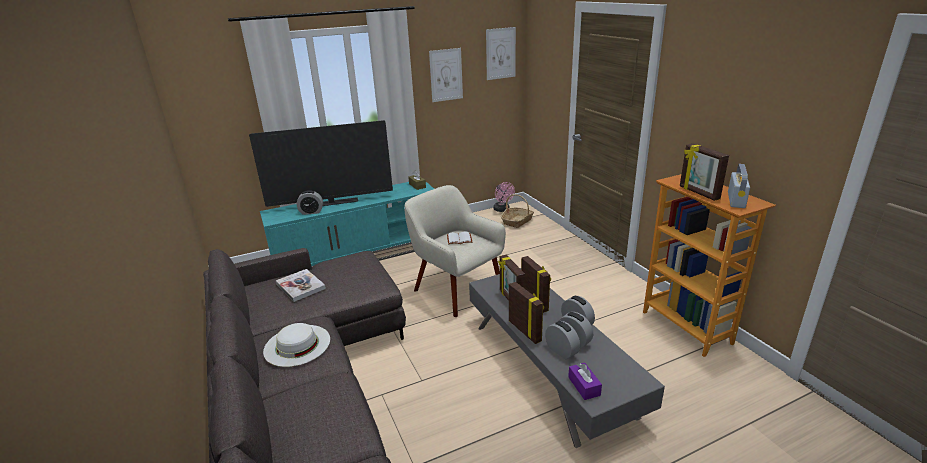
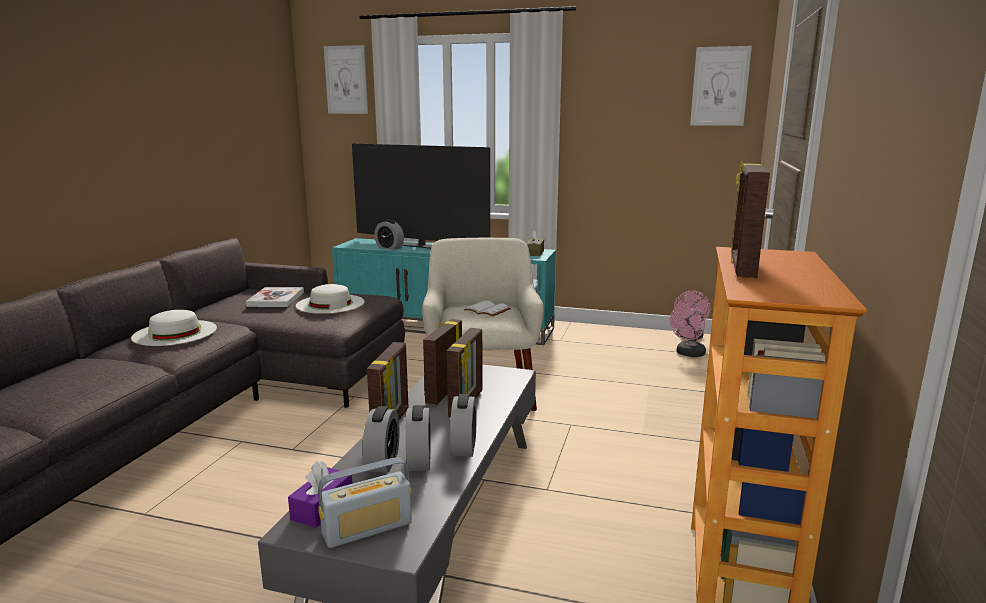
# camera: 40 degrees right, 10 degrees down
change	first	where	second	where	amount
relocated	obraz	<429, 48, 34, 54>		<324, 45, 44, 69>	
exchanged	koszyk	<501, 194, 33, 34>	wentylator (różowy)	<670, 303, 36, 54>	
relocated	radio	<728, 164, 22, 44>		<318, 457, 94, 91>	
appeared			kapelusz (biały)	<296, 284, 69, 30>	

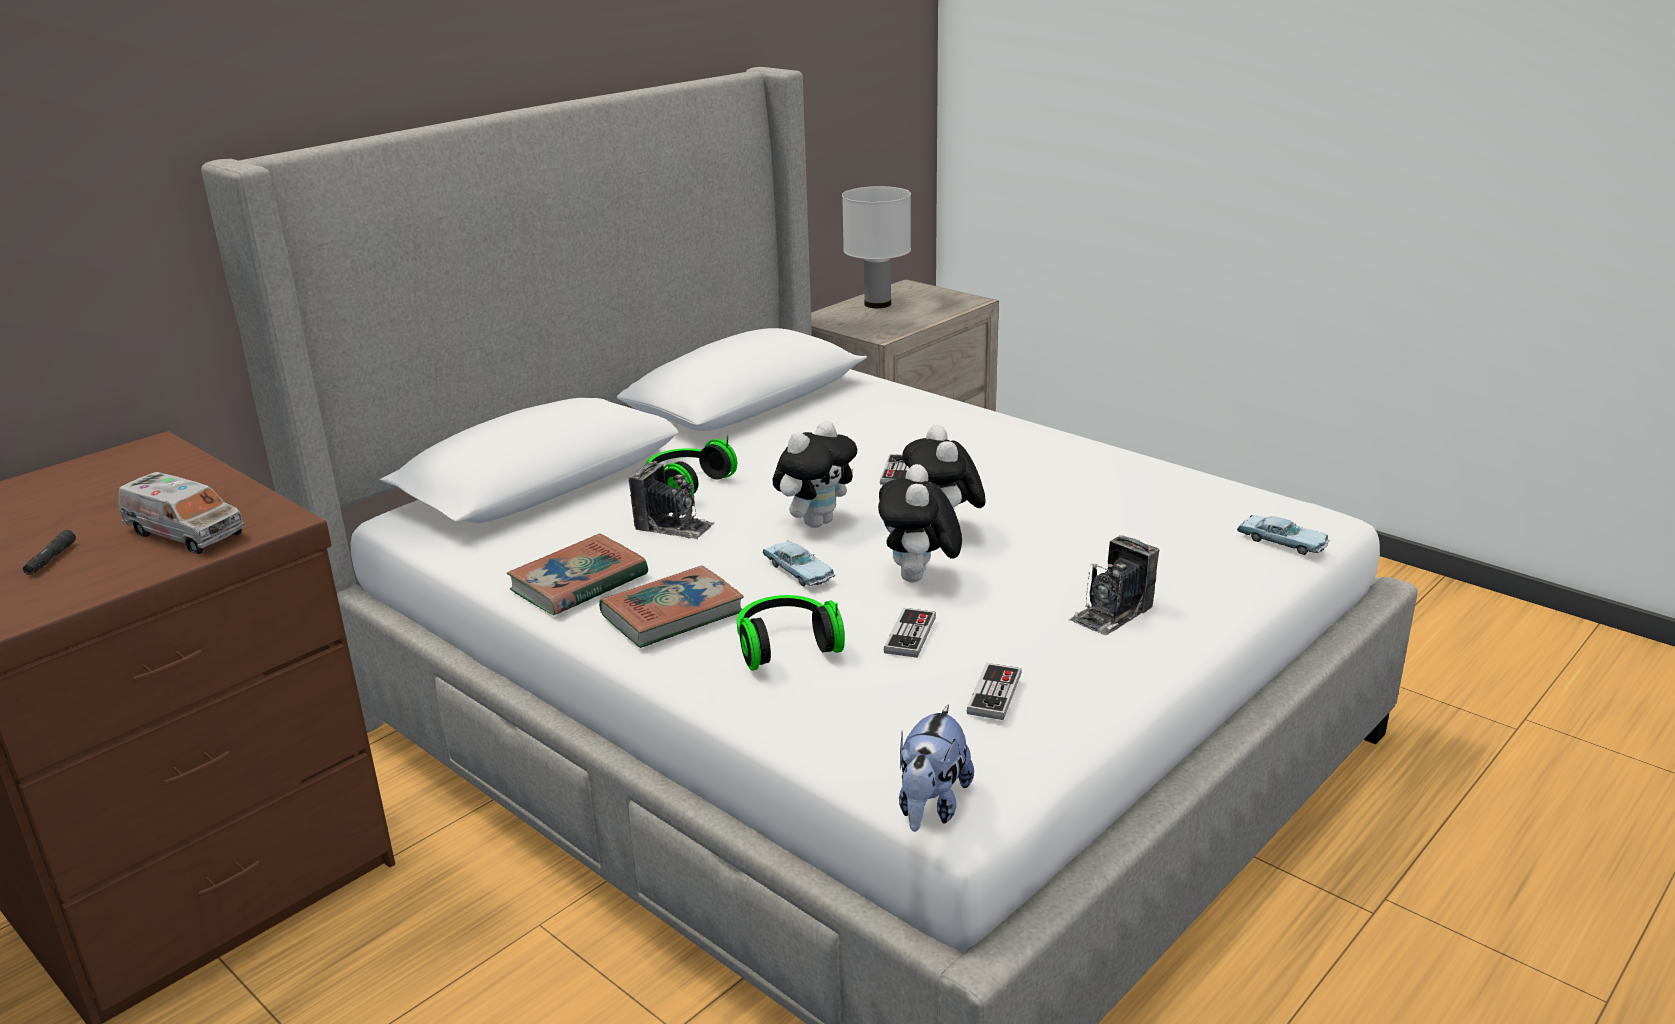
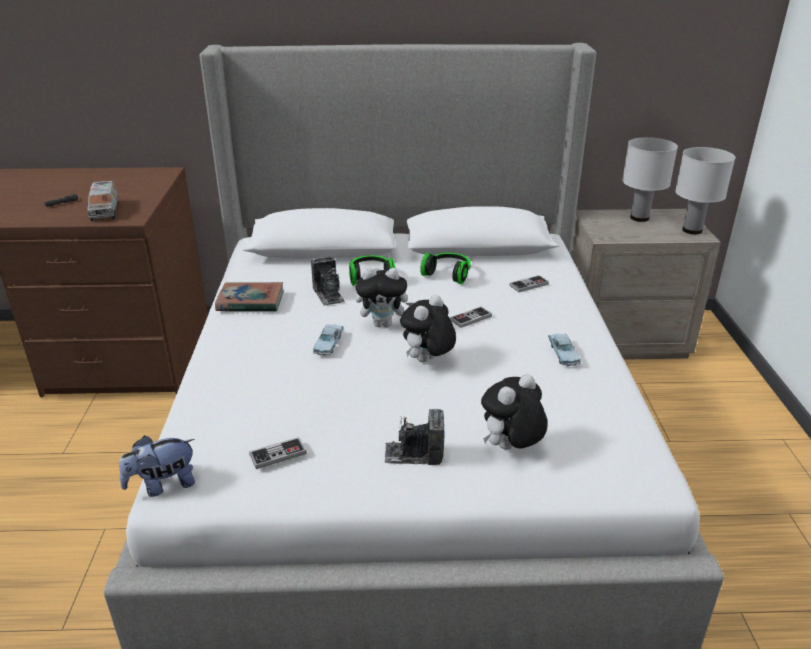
# camera: 45 degrees right, 5 degrees up
change	first	where	second	where	amount
missing	książka	<599, 566, 145, 82>			
relocated	słuchawki	<737, 595, 108, 76>		<420, 253, 51, 31>	
relocated	pluszak	<878, 464, 84, 118>		<481, 374, 66, 76>	
relocated	pad do gier	<884, 608, 52, 50>		<509, 275, 40, 17>	
relocated	samochodzik (niebieski)	<1237, 515, 93, 40>		<548, 334, 33, 32>	
appeared			lampa stołowa (biały)	<675, 147, 61, 87>	

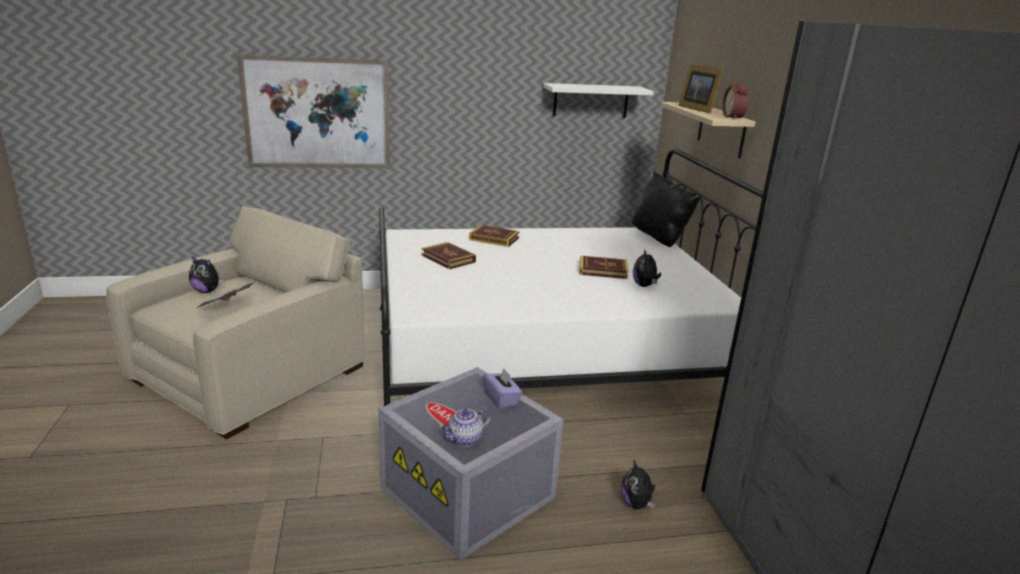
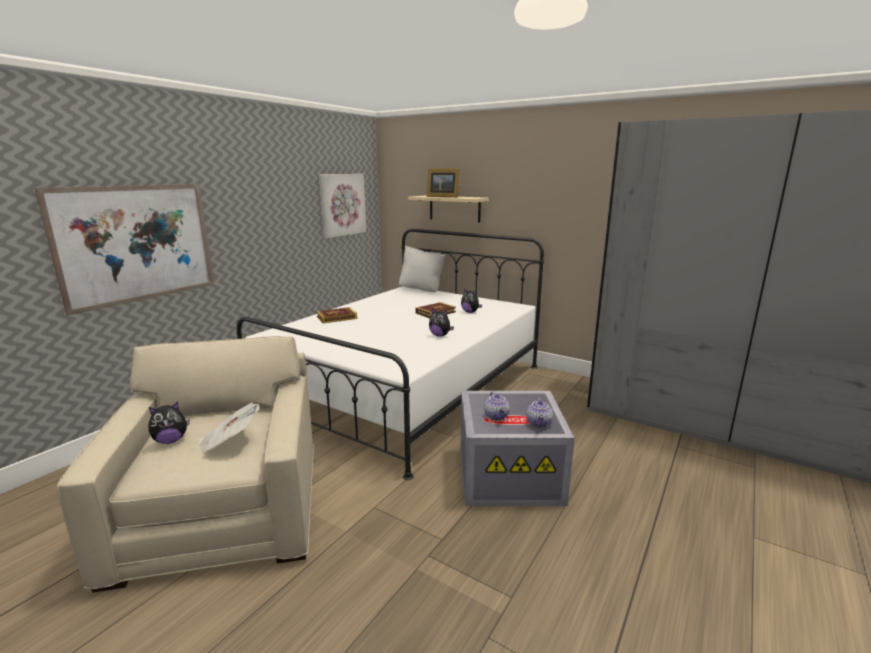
# camera: 45 degrees left, 5 degrees down
change	first	where	second	where	amount
missing	książka	<421, 242, 55, 27>			
missing	pudełko chusteczek (fioletowy)	<483, 368, 39, 41>			
exchanged	półka (biały)	<543, 83, 111, 35>	obraz	<319, 174, 47, 64>	
relocated	pluszak	<621, 460, 34, 49>		<429, 308, 25, 29>	
colour	poduszka (czarny)	<632, 171, 68, 76>	poduszka (biały)	<399, 246, 47, 46>	
missing	budzik	<723, 82, 26, 37>			
appeared			imbryk	<484, 391, 26, 30>	

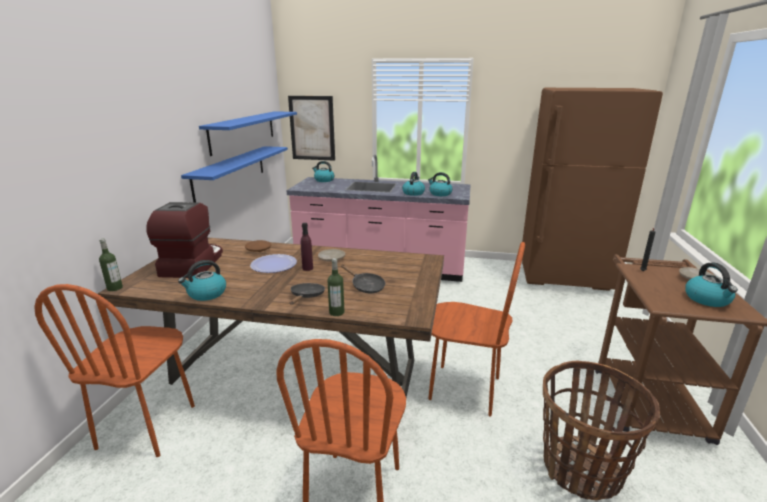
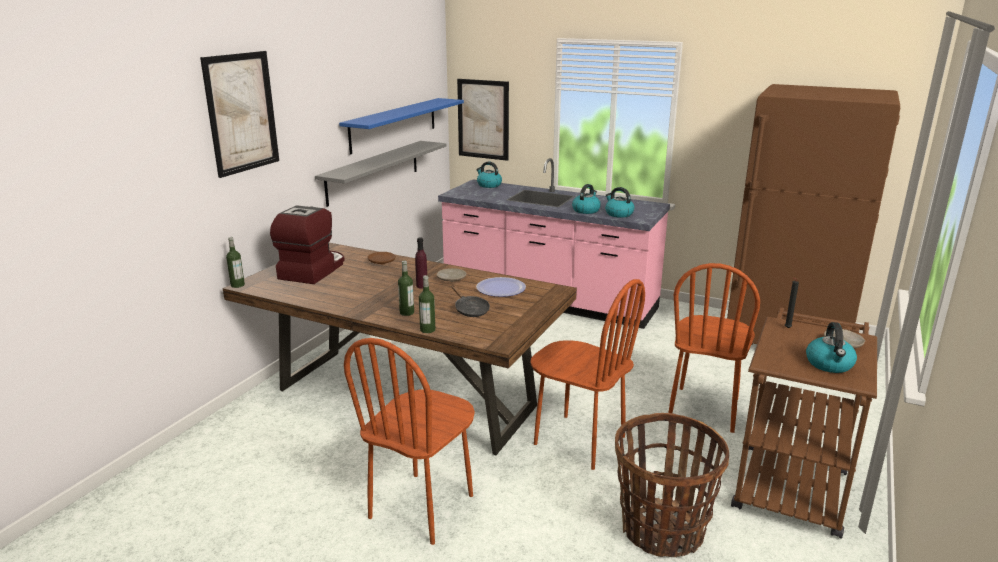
# camera: 15 degrees right, 0 degrees up
change	first	where	second	where	amount
relocated	krzesło (brązowy)	<34, 284, 161, 173>		<668, 263, 92, 170>	
missing	czajnik	<178, 260, 48, 41>			
colour	półka (niebieski)	<181, 146, 107, 57>	półka (szary)	<315, 141, 132, 66>	
relocated	talerz	<250, 254, 47, 19>		<476, 277, 50, 20>	
exchanged	patelnia (czarny)	<290, 283, 35, 22>	butelka	<398, 261, 16, 55>	
appeared			obraz	<200, 51, 79, 127>	

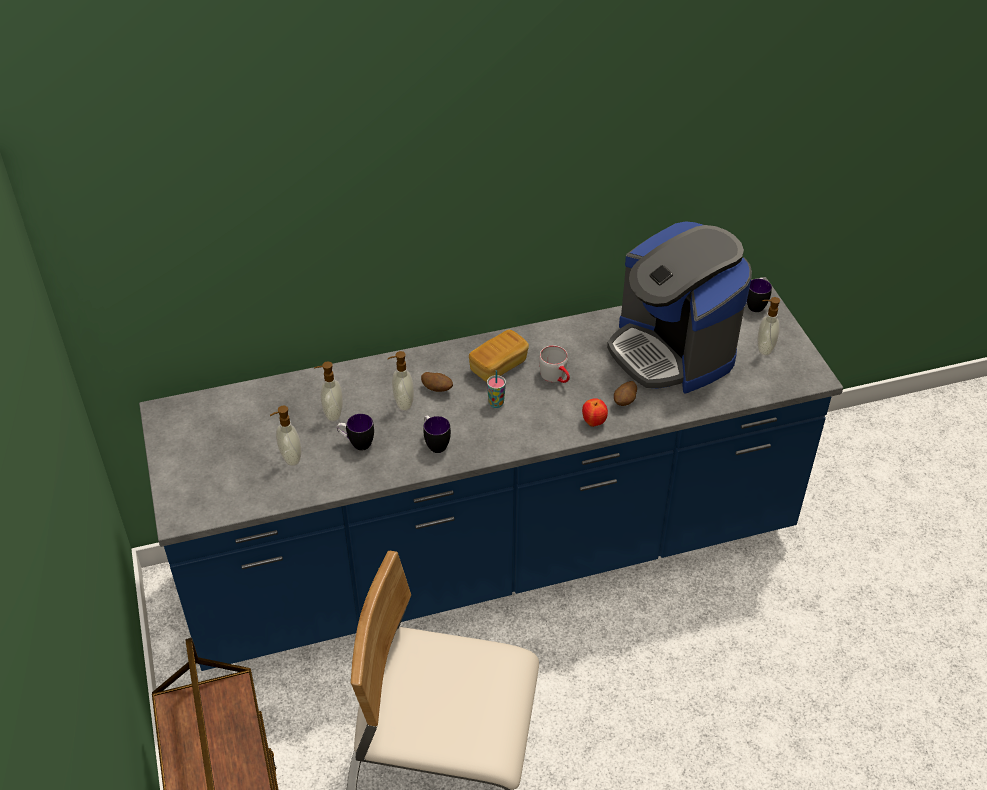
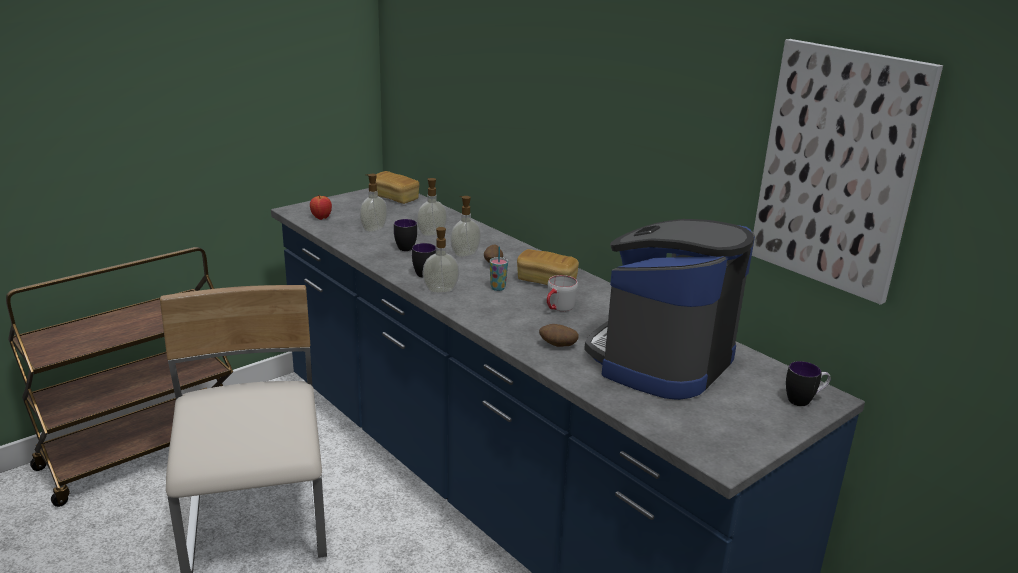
# camera: 65 degrees right, 20 degrees down
change	first	where	second	where	amount
relocated	jabłko	<582, 398, 26, 29>		<310, 196, 22, 24>	
relocated	dozownik mydła	<757, 297, 23, 59>		<422, 227, 37, 66>	
appeared			chleb	<375, 171, 44, 33>	
appeared			obraz	<752, 39, 191, 266>	

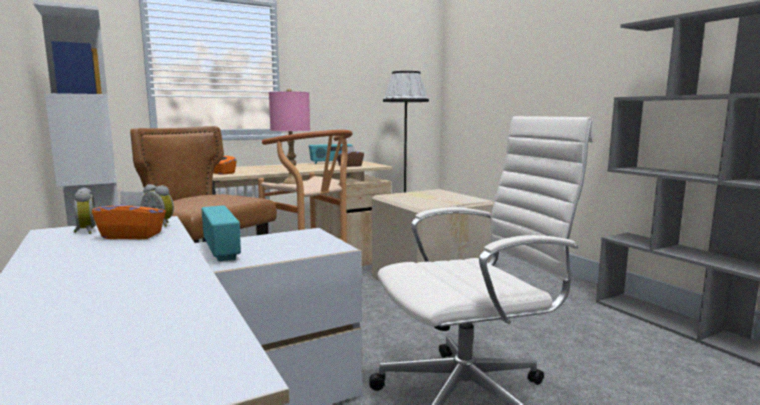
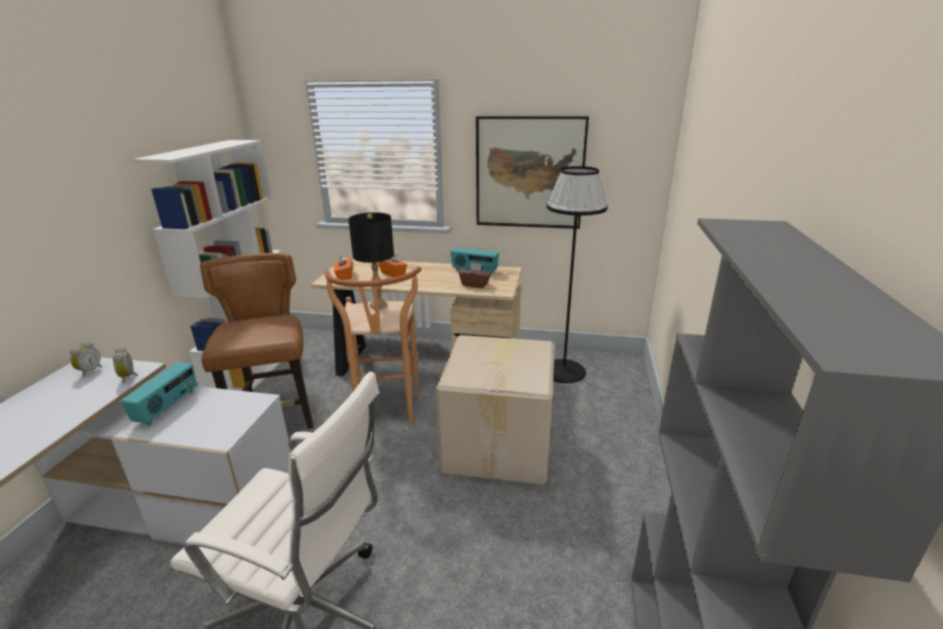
# camera: 40 degrees right, 15 degrees up
change	first	where	second	where	amount
relocated	pudełko chusteczek (pomarańczowy)	<92, 191, 74, 48>		<378, 254, 29, 23>	
colour	lampa stołowa (różowy)	<269, 89, 41, 95>	lampa stołowa (czarny)	<348, 212, 46, 97>	
appeared			obraz	<476, 116, 113, 113>	

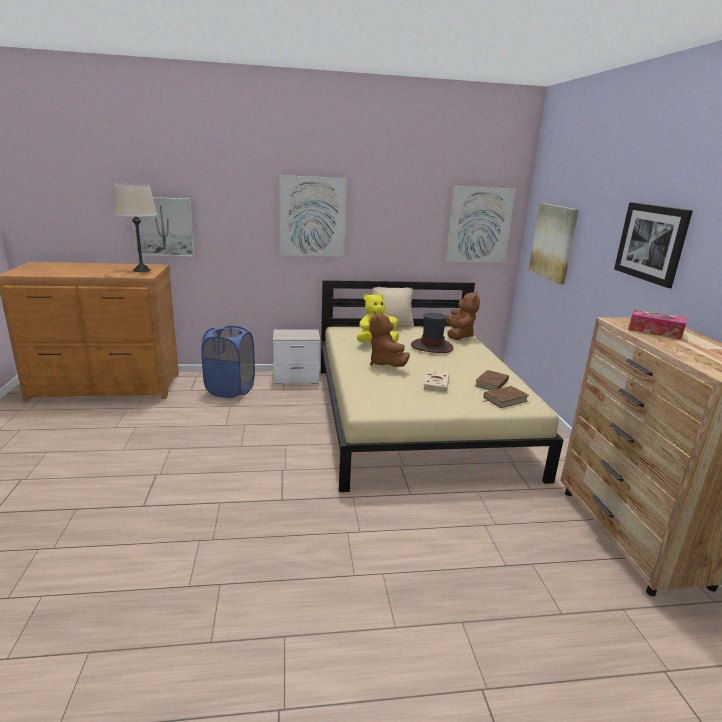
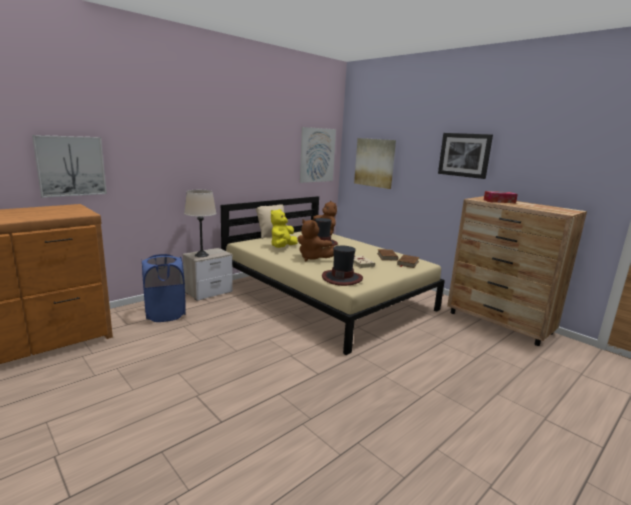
# camera: 35 degrees left, 5 degrees down
change	first	where	second	where	amount
relocated	lampa stołowa (beżowy)	<114, 184, 43, 88>		<184, 190, 33, 67>	
missing	obraz	<279, 175, 68, 82>			
appeared			kapelusz	<322, 246, 41, 40>	

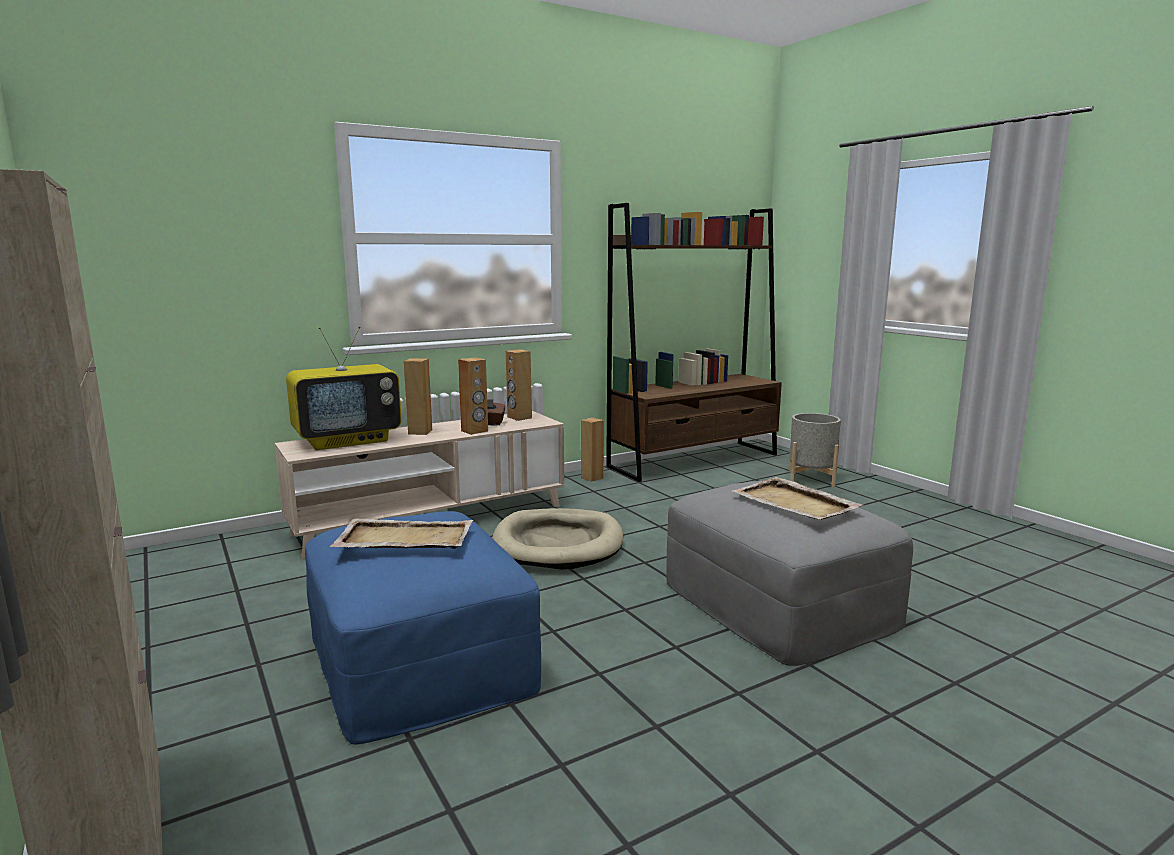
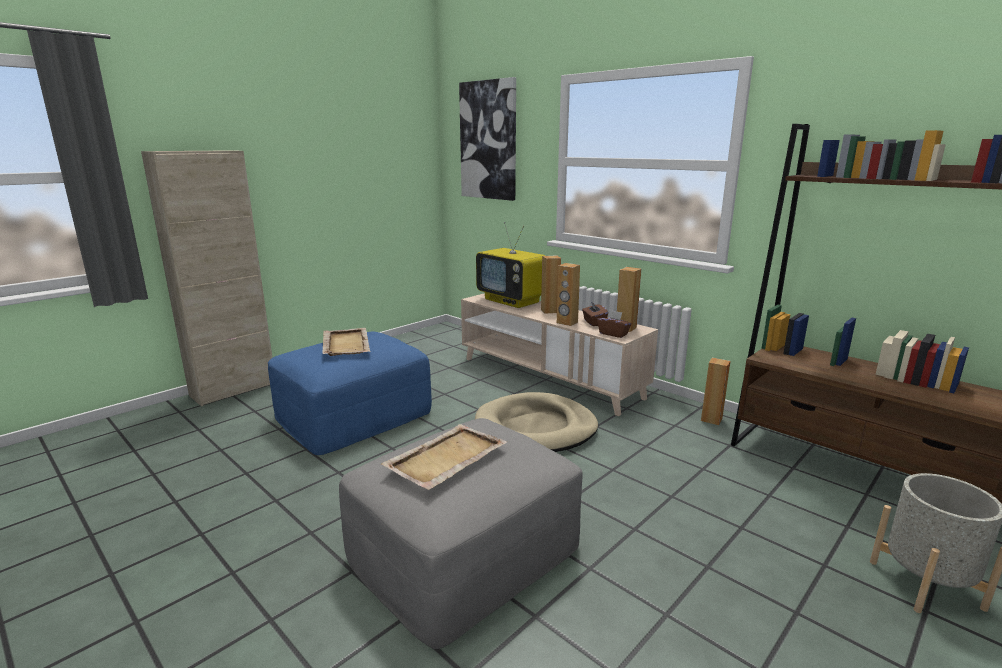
# camera: 75 degrees right, 5 degrees up
change	first	where	second	where	amount
appeared			obraz	<459, 77, 57, 124>	
appeared			pudełko chusteczek (brązowy)	<597, 310, 35, 28>	

